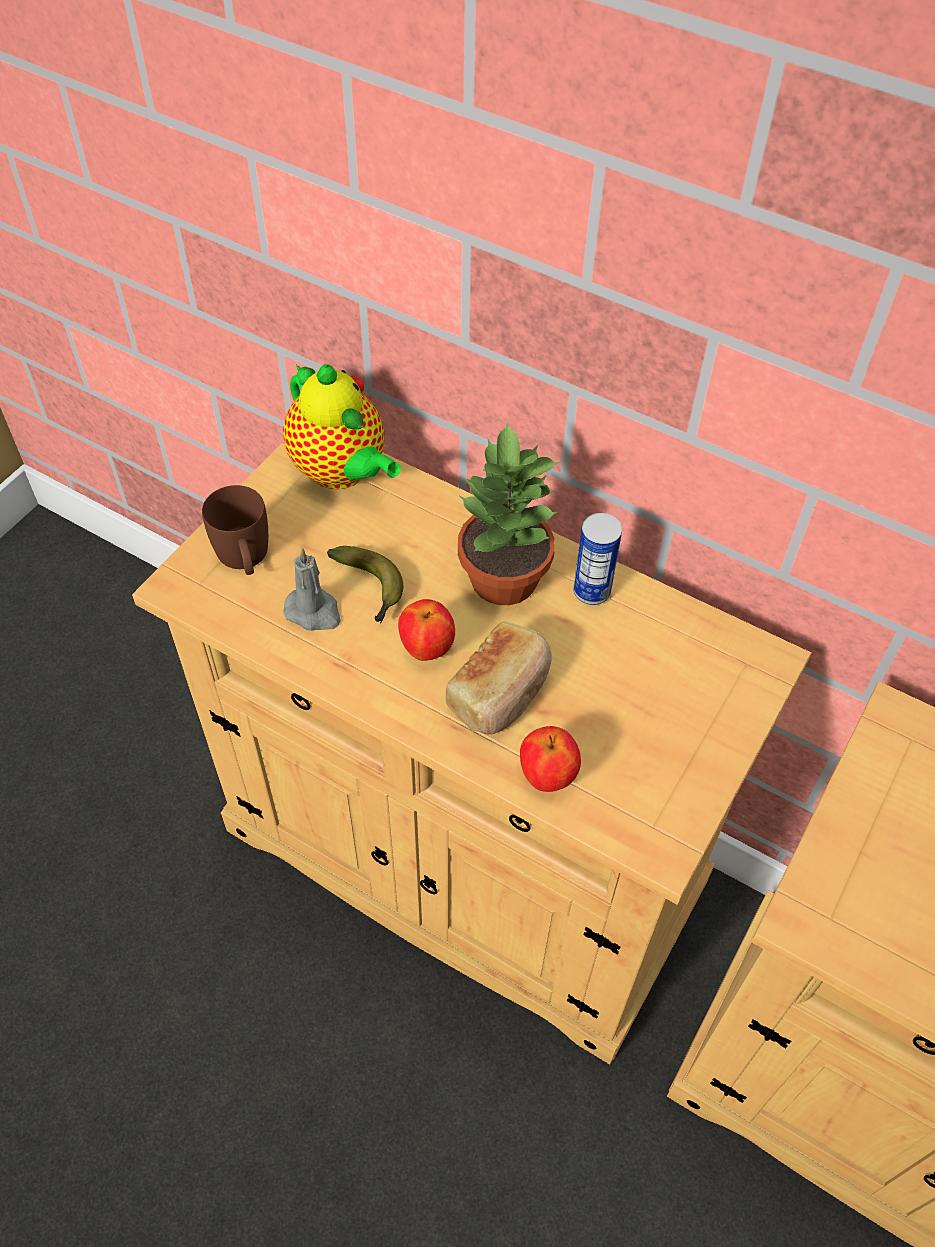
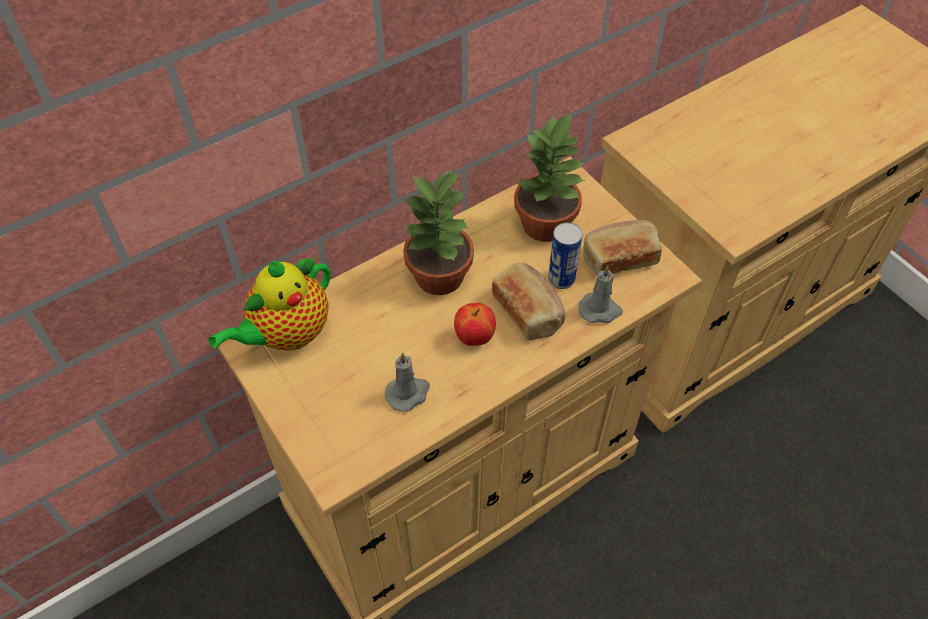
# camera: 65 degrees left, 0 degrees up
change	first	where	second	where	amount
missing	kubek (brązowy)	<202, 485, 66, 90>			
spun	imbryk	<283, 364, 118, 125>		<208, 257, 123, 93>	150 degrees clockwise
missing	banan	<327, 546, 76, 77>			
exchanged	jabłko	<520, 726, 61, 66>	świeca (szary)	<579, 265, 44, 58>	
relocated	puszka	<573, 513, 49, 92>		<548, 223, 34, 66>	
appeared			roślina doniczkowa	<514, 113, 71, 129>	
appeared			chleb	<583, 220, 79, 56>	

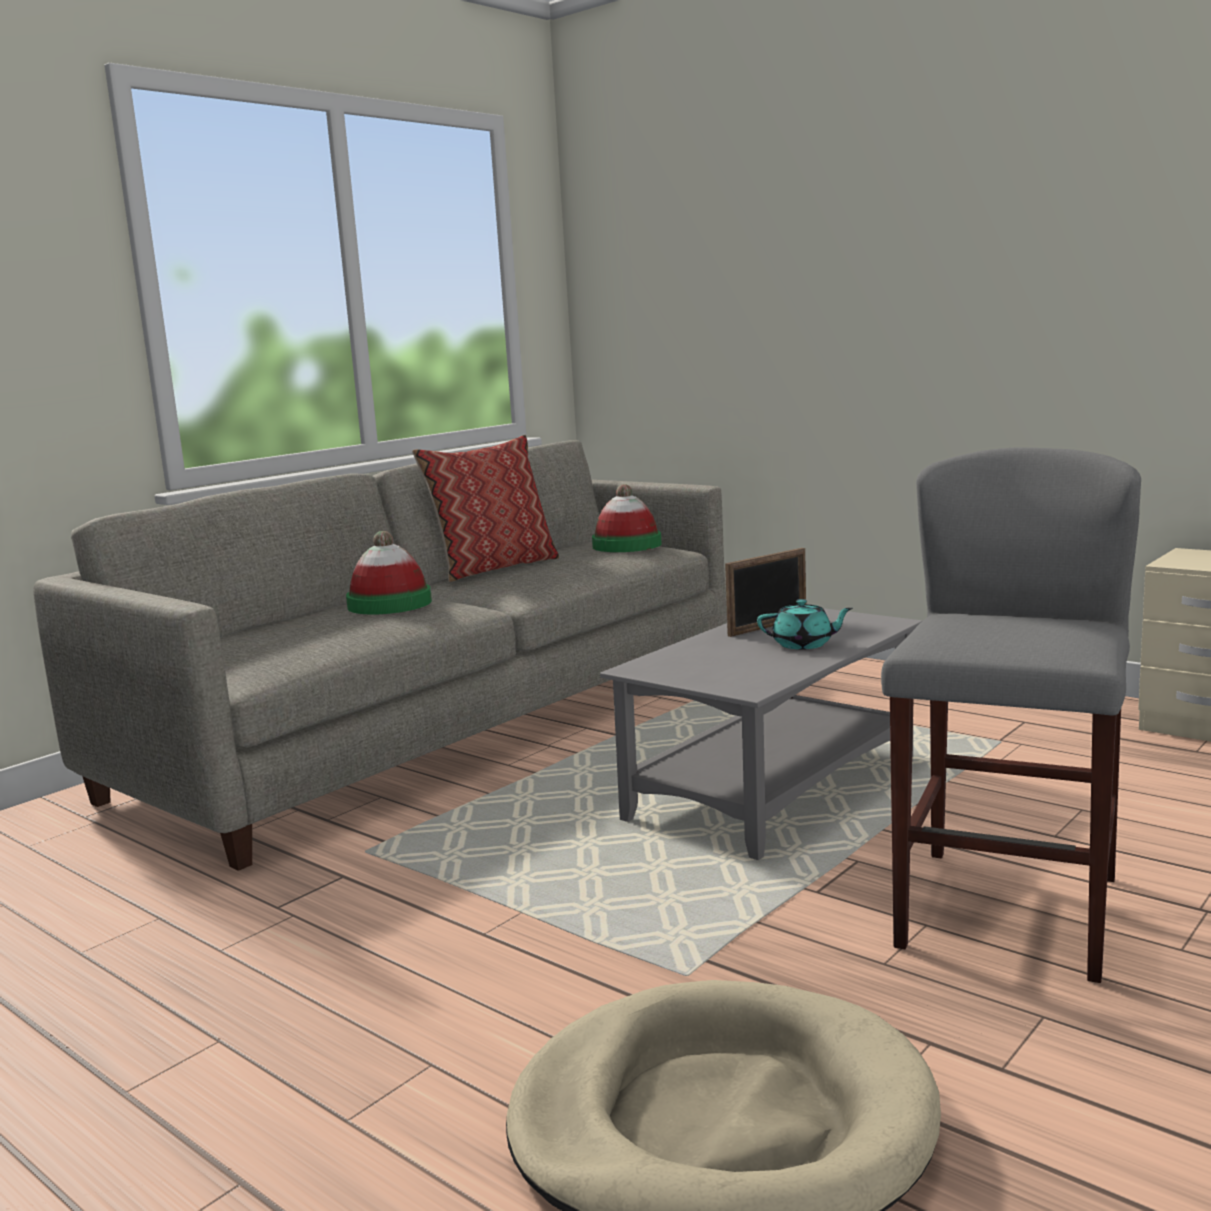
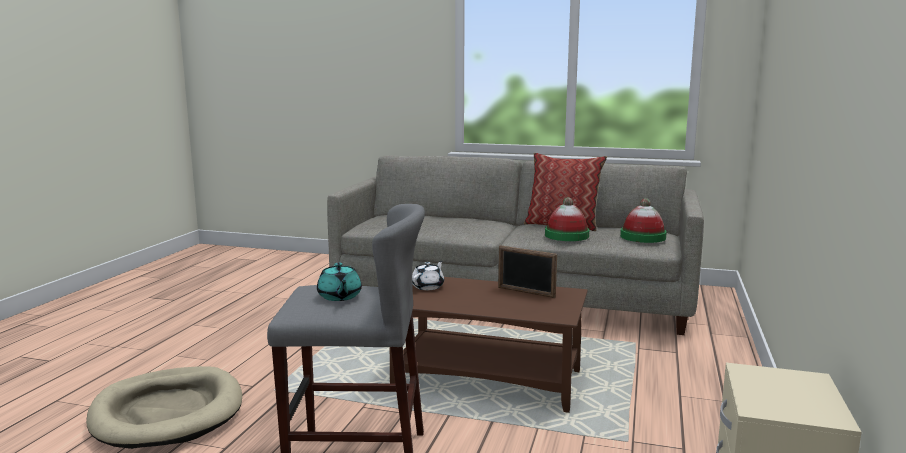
# camera: 65 degrees right, 0 degrees up
change	first	where	second	where	amount
relocated	kapelusz	<346, 531, 86, 84>		<545, 197, 44, 44>	
colour	ława (szary)	<600, 608, 323, 252>	ława (brązowy)	<390, 277, 198, 136>	
relocated	imbryk (turkusowy)	<757, 599, 96, 51>		<317, 263, 45, 38>	
appeared			imbryk (biały)	<412, 261, 32, 29>	

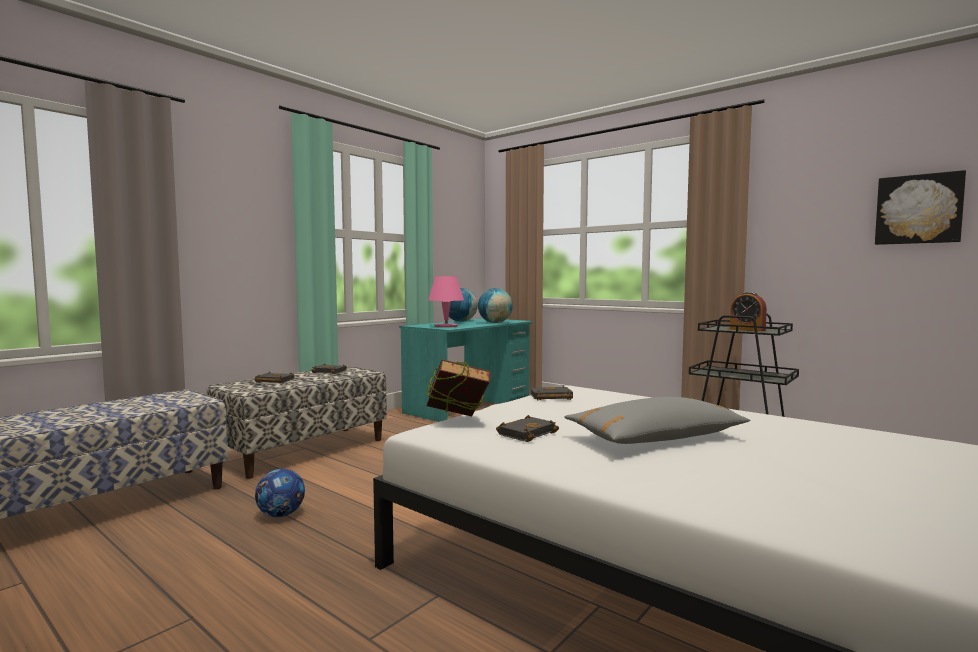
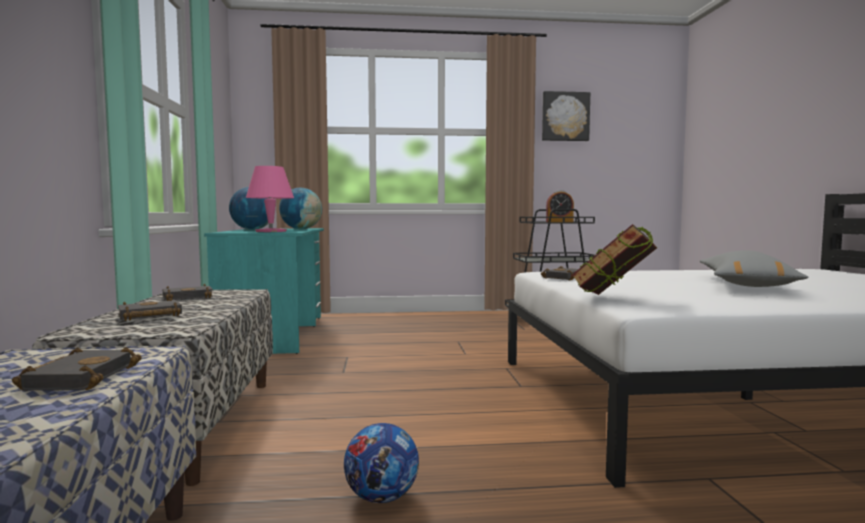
# camera: 45 degrees left, 0 degrees up
change	first	where	second	where	amount
relocated	książka (czarny)	<496, 415, 63, 27>		<12, 347, 130, 44>	
relocated	obraz	<875, 170, 91, 75>		<542, 91, 48, 50>	

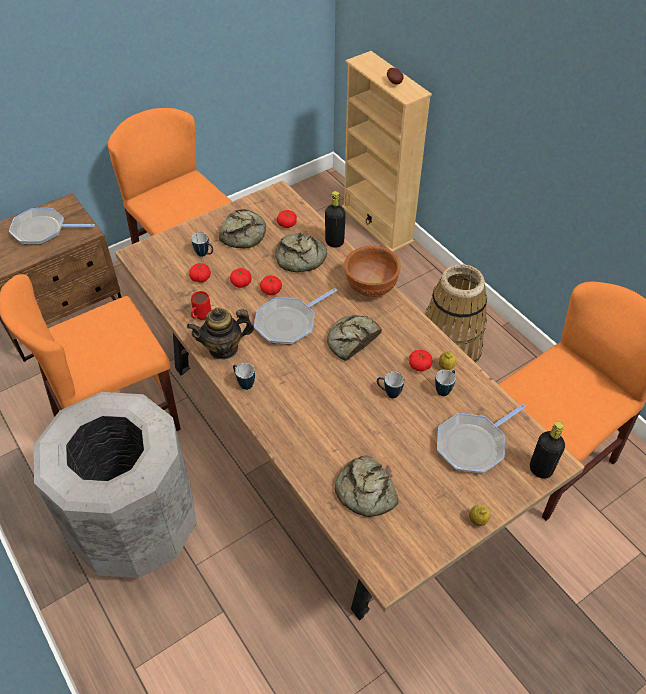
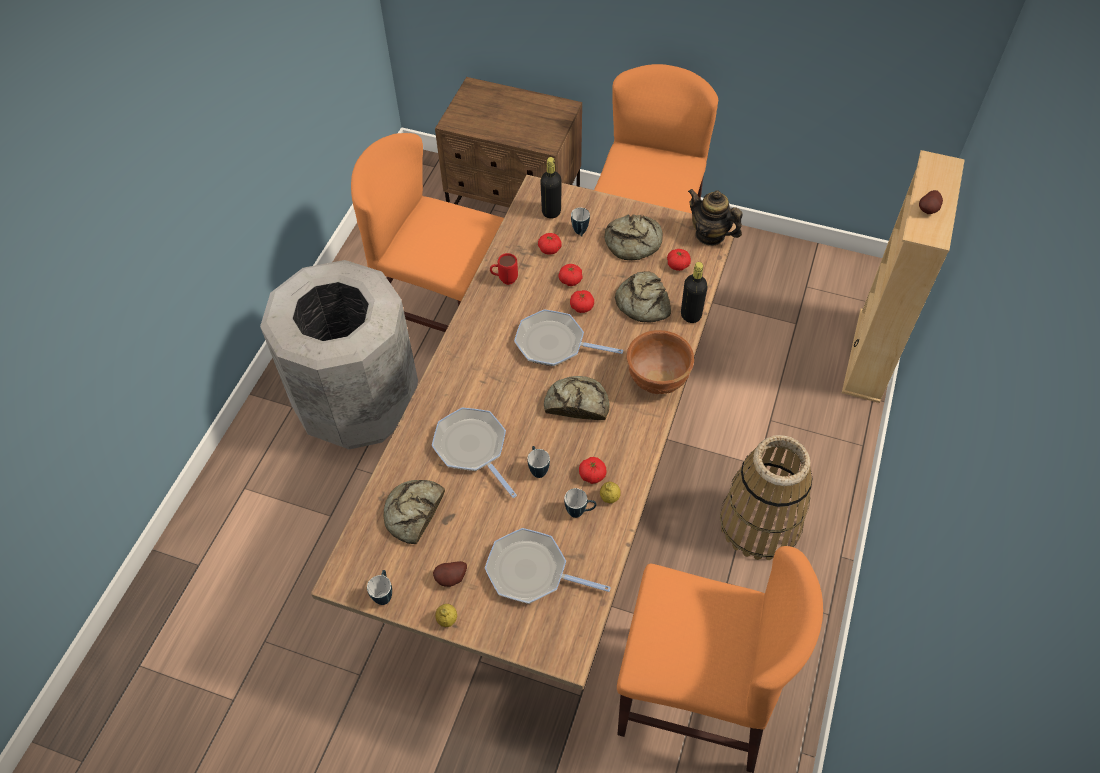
# camera: 55 degrees right, 5 degrees up
change	first	where	second	where	amount
relocated	patelnia	<9, 208, 86, 37>		<432, 407, 85, 91>	
relocated	imbryk	<187, 308, 67, 52>		<688, 189, 55, 57>	
relocated	kubek	<233, 363, 22, 27>		<367, 570, 25, 35>	
relocated	butelka (czarny)	<530, 421, 35, 58>		<540, 157, 22, 62>	
appeared			ziemniak	<433, 561, 34, 26>	

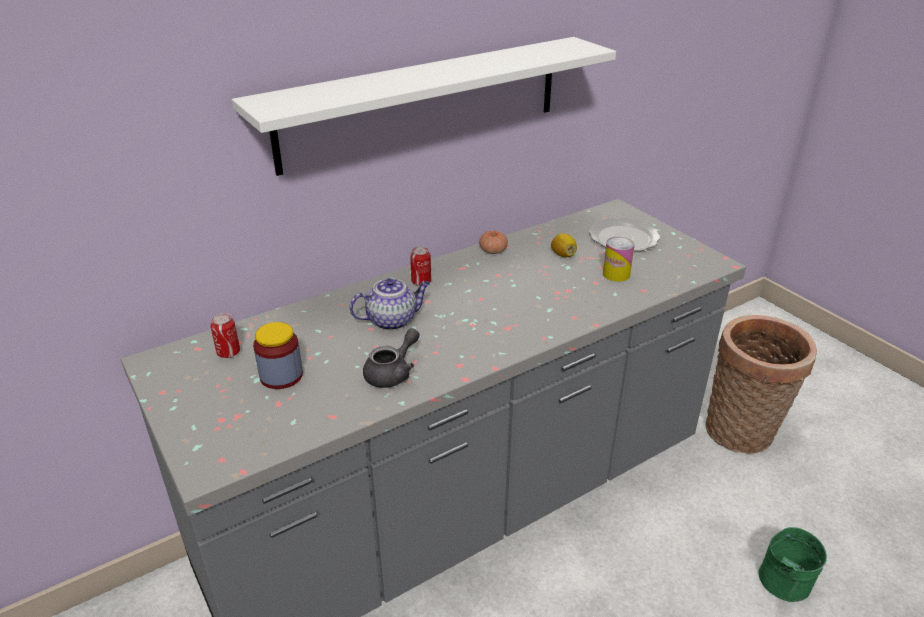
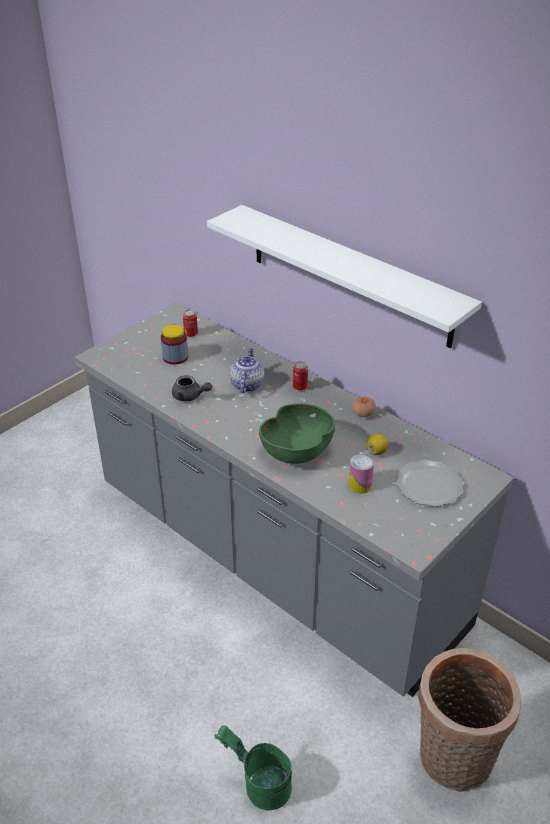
# camera: 75 degrees right, 5 degrees up
change	first	where	second	where	amount
spun	imbryk	<349, 278, 81, 52>		<229, 349, 36, 44>	135 degrees counterclockwise
appeared			miska (zielony)	<259, 403, 76, 61>	

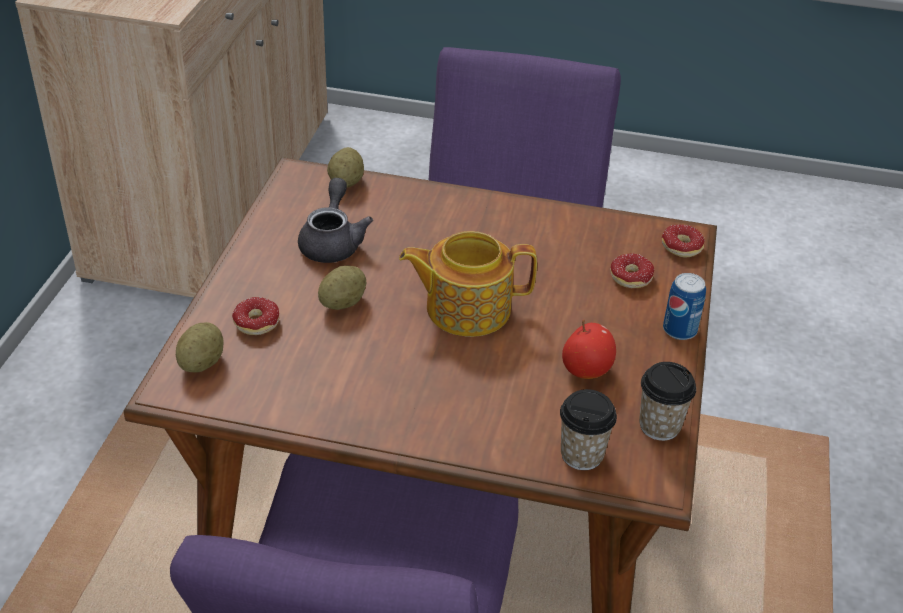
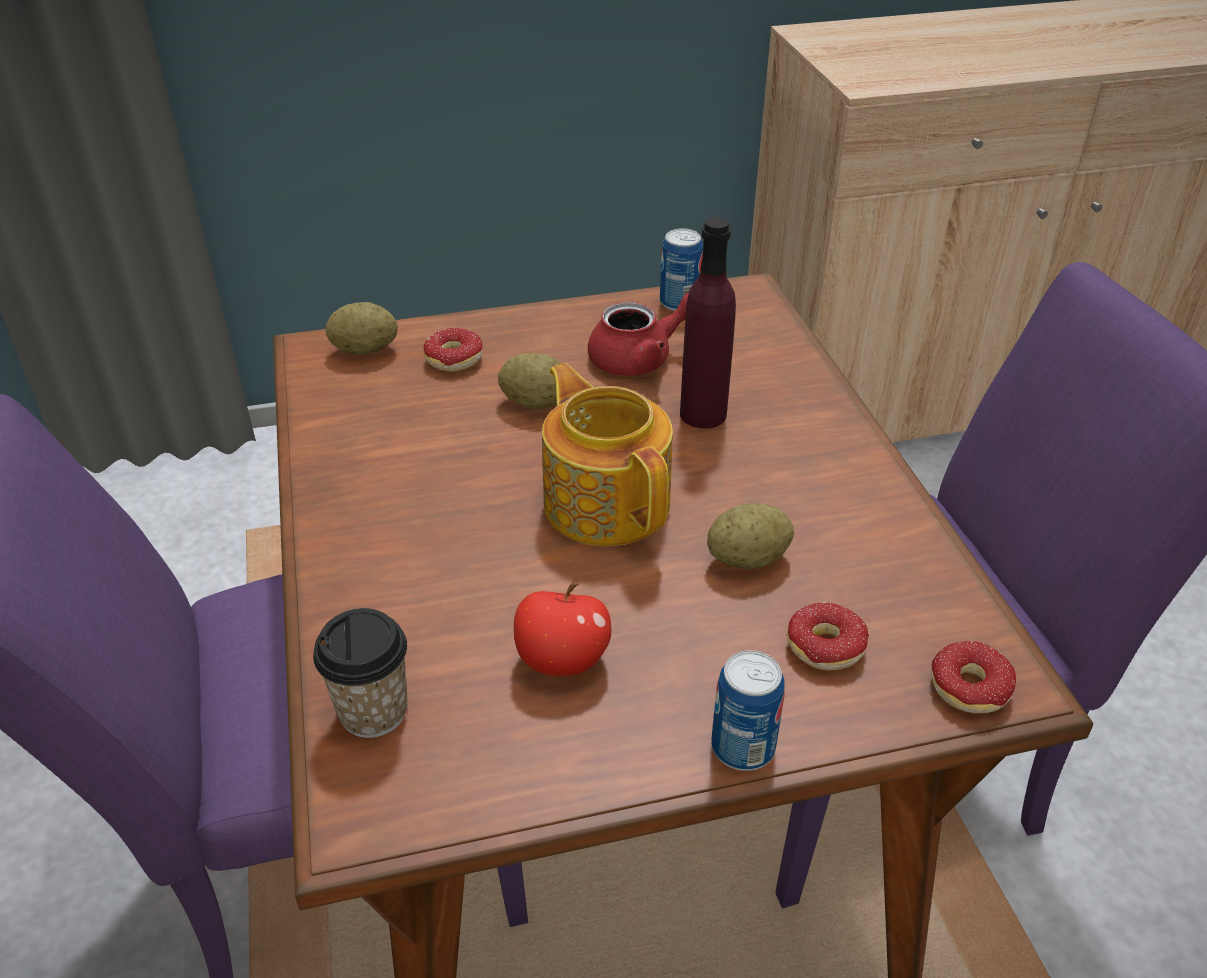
# camera: 65 degrees right, 0 degrees up
change	first	where	second	where	amount
colour	imbryk (szary)	<298, 178, 75, 85>	imbryk (czerwony)	<588, 291, 101, 85>	
relocated	ziemniak	<327, 147, 37, 41>		<707, 503, 87, 66>	
missing	filiżanka	<639, 362, 57, 79>			
appeared			puszka	<660, 228, 43, 83>	
appeared			butelka (fioletowy)	<680, 217, 56, 212>	

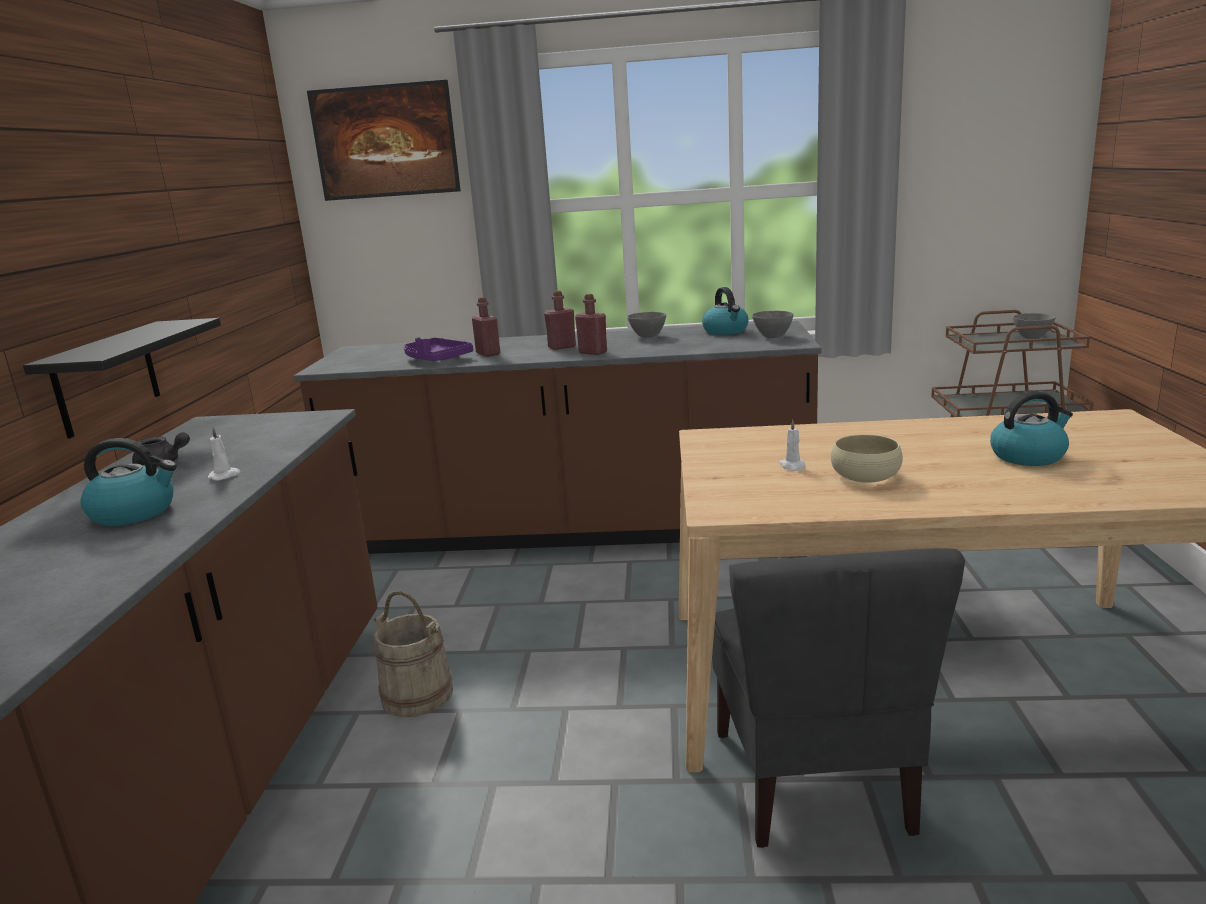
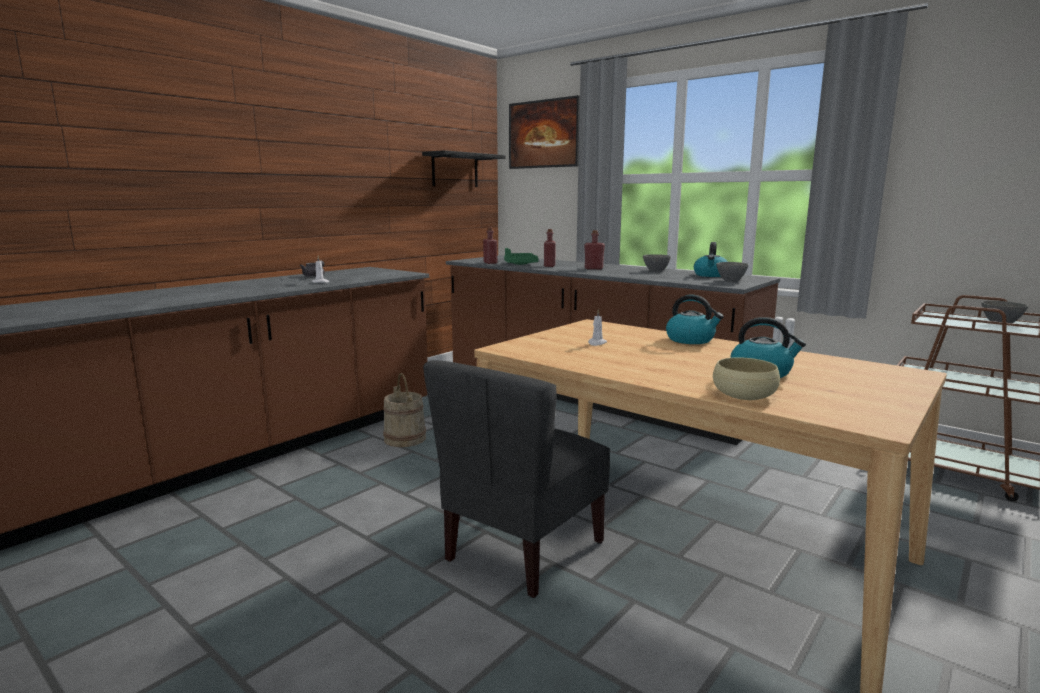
# camera: 35 degrees right, 5 degrees down
change	first	where	second	where	amount
relocated	półka (czarny)	<23, 318, 198, 121>		<422, 150, 84, 37>	
relocated	czajnik	<80, 438, 97, 88>		<666, 295, 58, 49>	
colour	taca (fioletowy)	<404, 337, 69, 24>	taca (zielony)	<504, 248, 35, 17>	
relocated	butelka (czerwony)	<575, 294, 32, 61>		<483, 227, 14, 37>	
relocated	miska (beżowy)	<831, 434, 72, 49>		<713, 357, 67, 43>	

